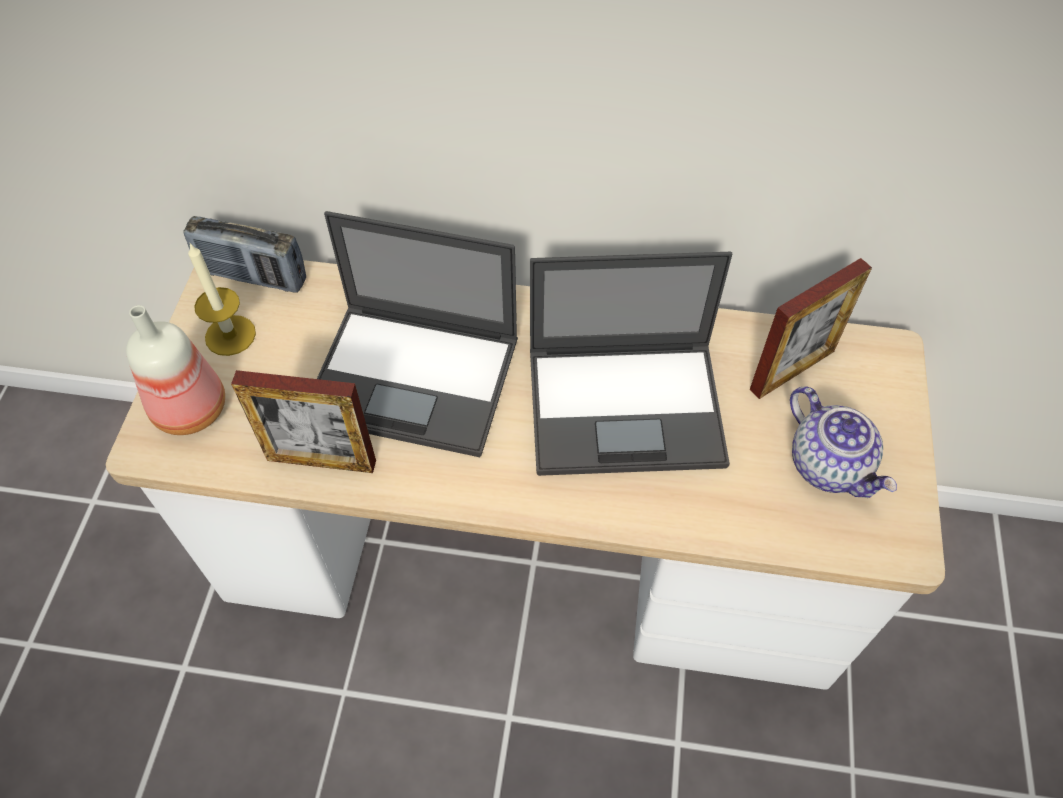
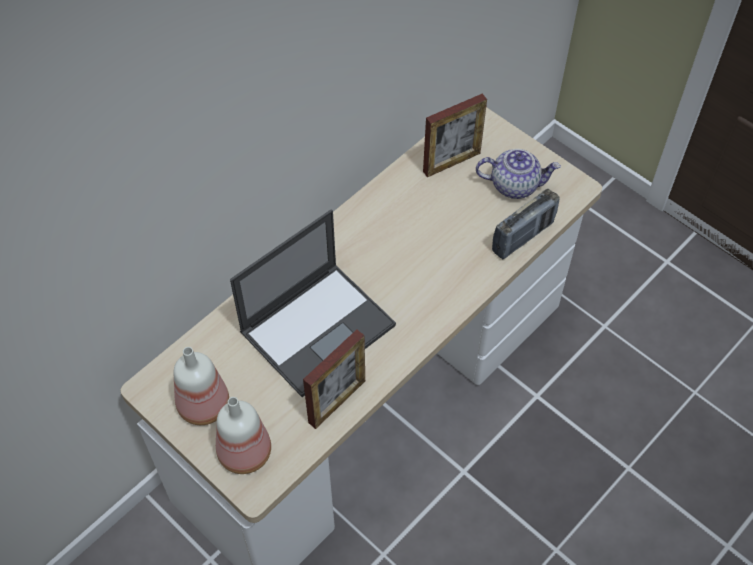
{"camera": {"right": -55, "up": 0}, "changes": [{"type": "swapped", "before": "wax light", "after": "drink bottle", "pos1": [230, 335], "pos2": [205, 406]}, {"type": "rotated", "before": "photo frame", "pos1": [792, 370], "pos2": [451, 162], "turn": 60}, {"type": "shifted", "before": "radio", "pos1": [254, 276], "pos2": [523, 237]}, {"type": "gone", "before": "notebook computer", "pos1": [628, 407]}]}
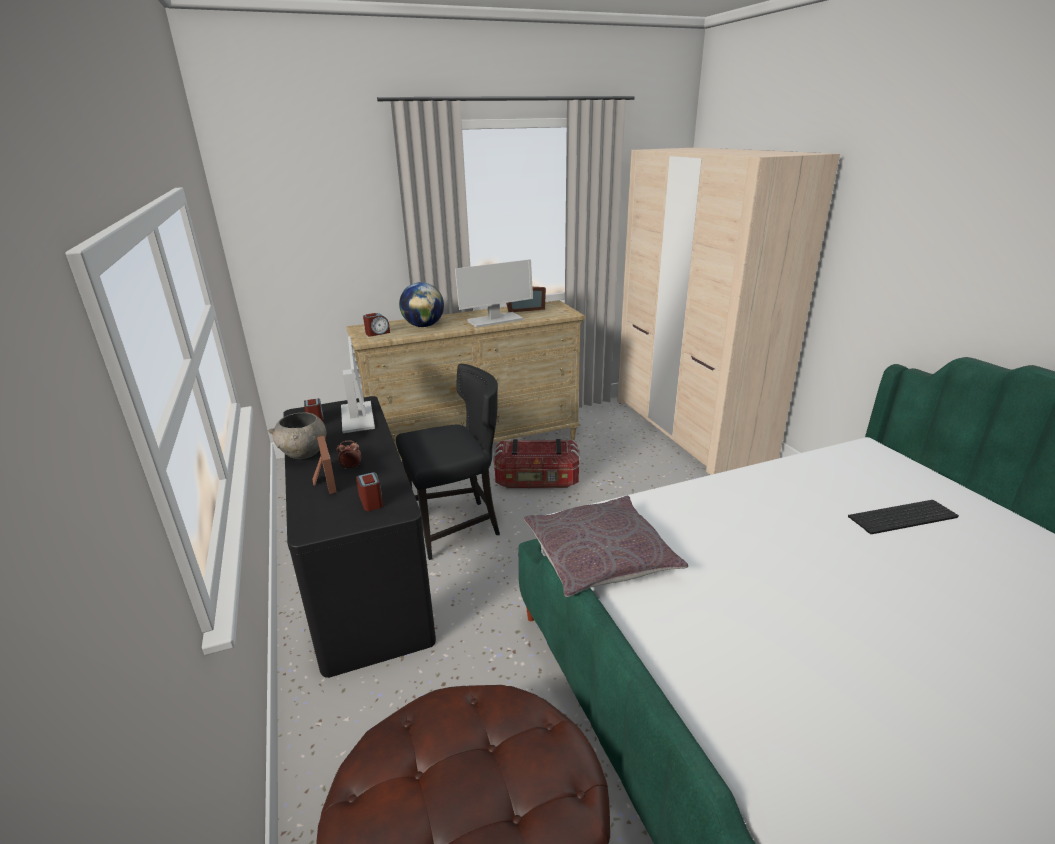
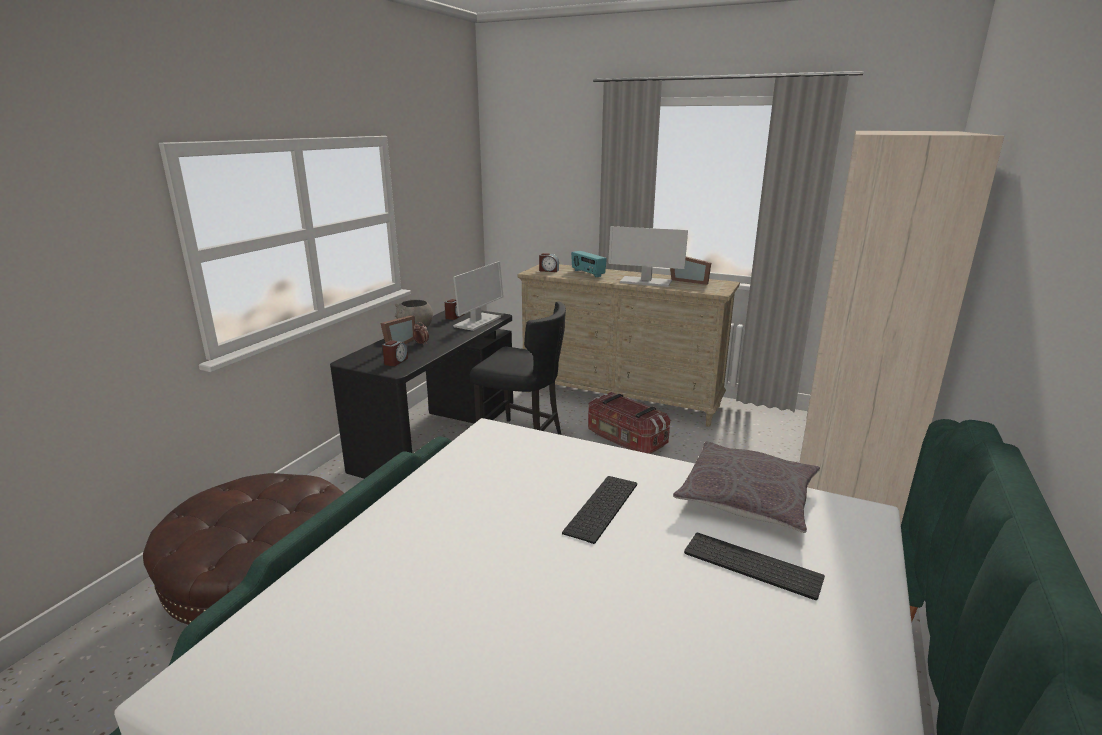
{"camera": {"right": 45, "up": -5}, "changes": [{"type": "new", "after": "PC keyboard", "pos2": [603, 509]}, {"type": "swapped", "before": "world globe", "after": "radio", "pos1": [423, 326], "pos2": [587, 273]}, {"type": "shifted", "before": "cushion (grey)", "pos1": [600, 555], "pos2": [747, 497]}]}
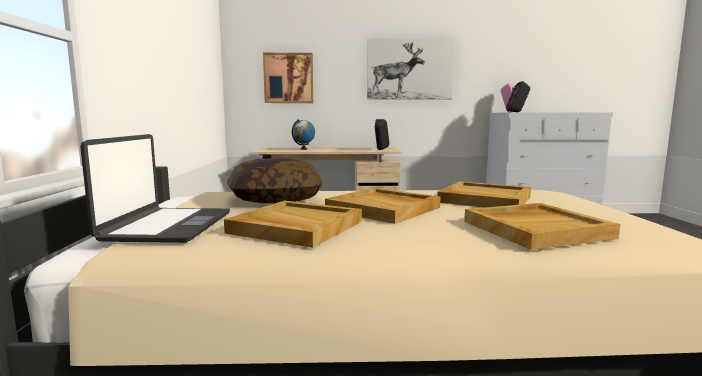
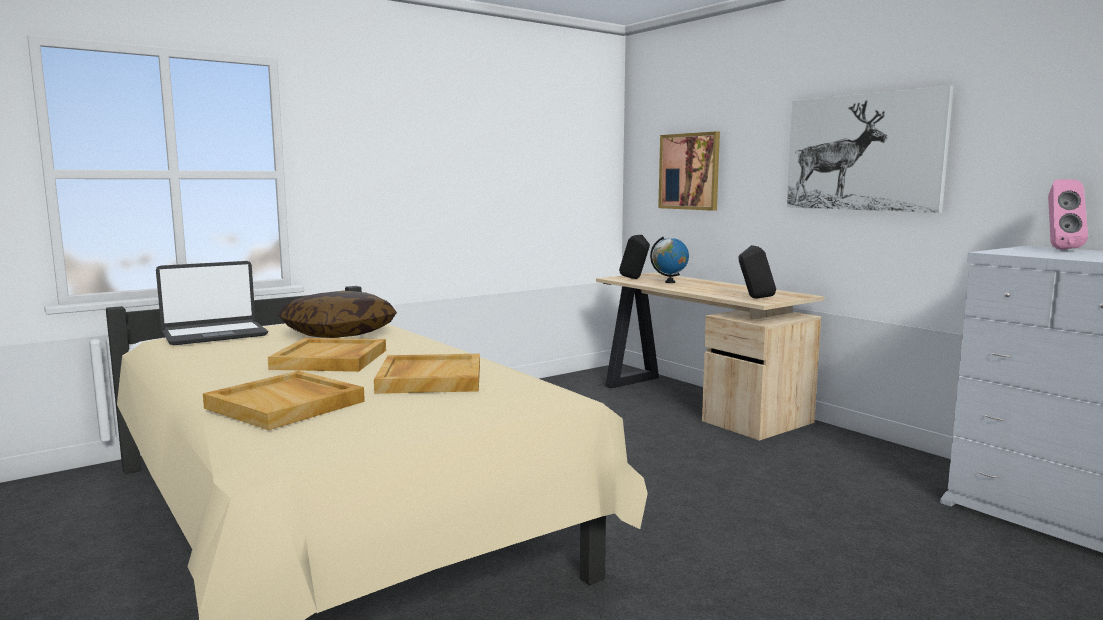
{"camera": {"right": 55, "up": 0}, "changes": [{"type": "shifted", "before": "loudspeaker (black)", "pos1": [517, 112], "pos2": [635, 279]}, {"type": "gone", "before": "tray (sand-coloured)", "pos1": [295, 227]}]}
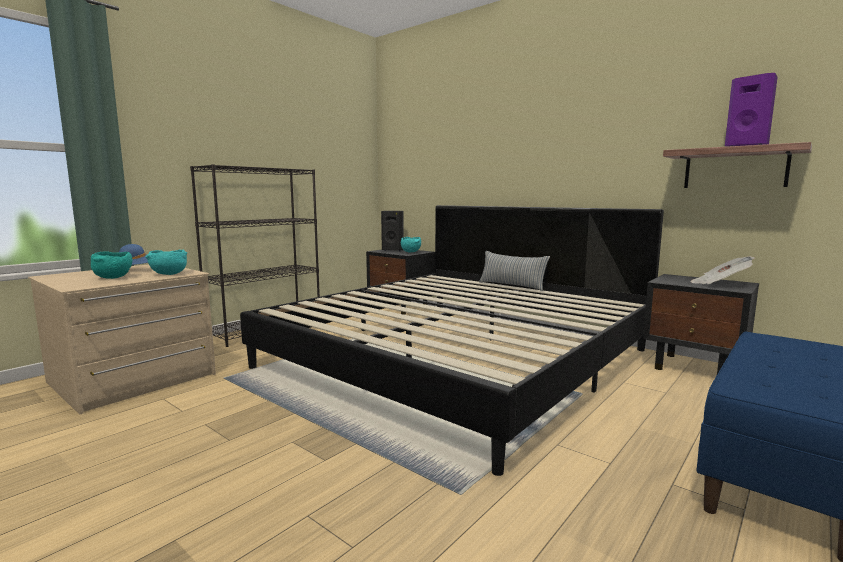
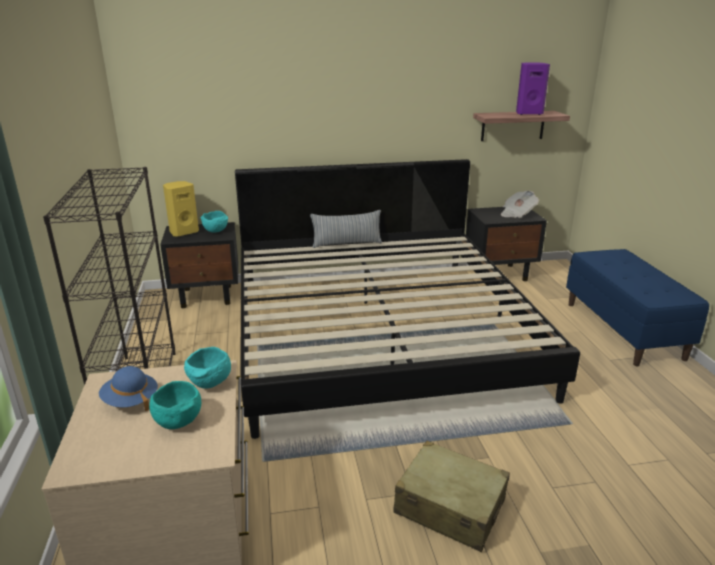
{"camera": {"right": -50, "up": 15}, "changes": [{"type": "repainted", "before": "loudspeaker (black)", "after": "loudspeaker (yellow)", "pos1": [393, 250], "pos2": [183, 232]}, {"type": "new", "after": "piece of luggage (sand-coloured)", "pos2": [449, 507]}]}
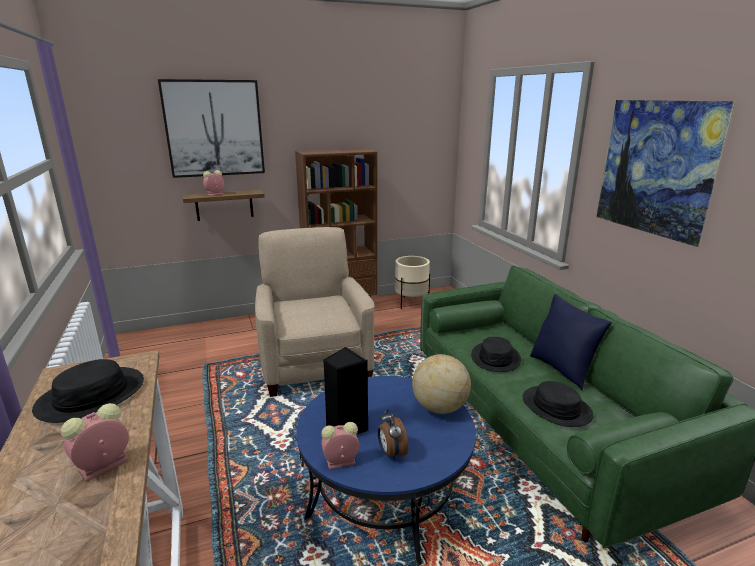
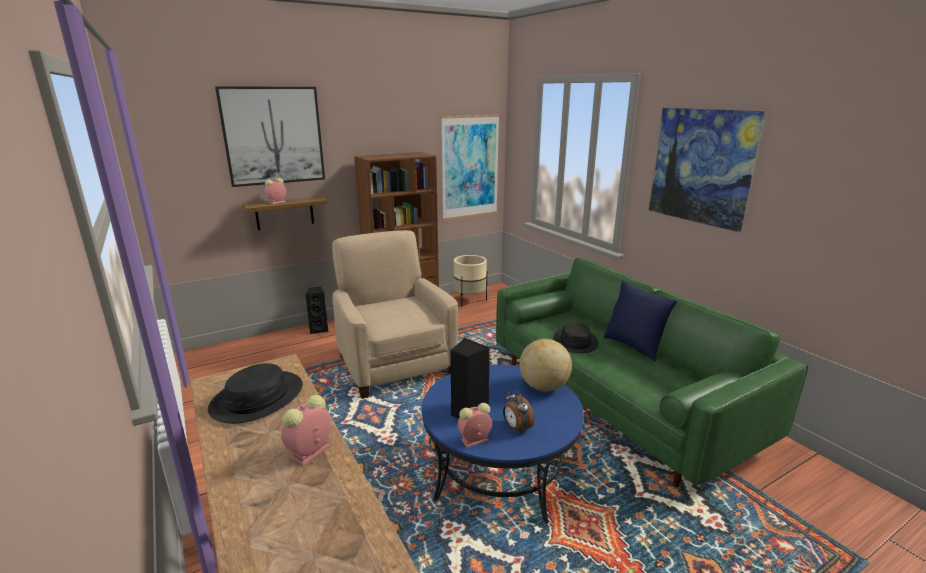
{"camera": {"right": -10, "up": 0}, "changes": [{"type": "new", "after": "loudspeaker (black)", "pos2": [319, 329]}, {"type": "new", "after": "picture", "pos2": [470, 167]}, {"type": "gone", "before": "hat (black)", "pos1": [556, 407]}]}
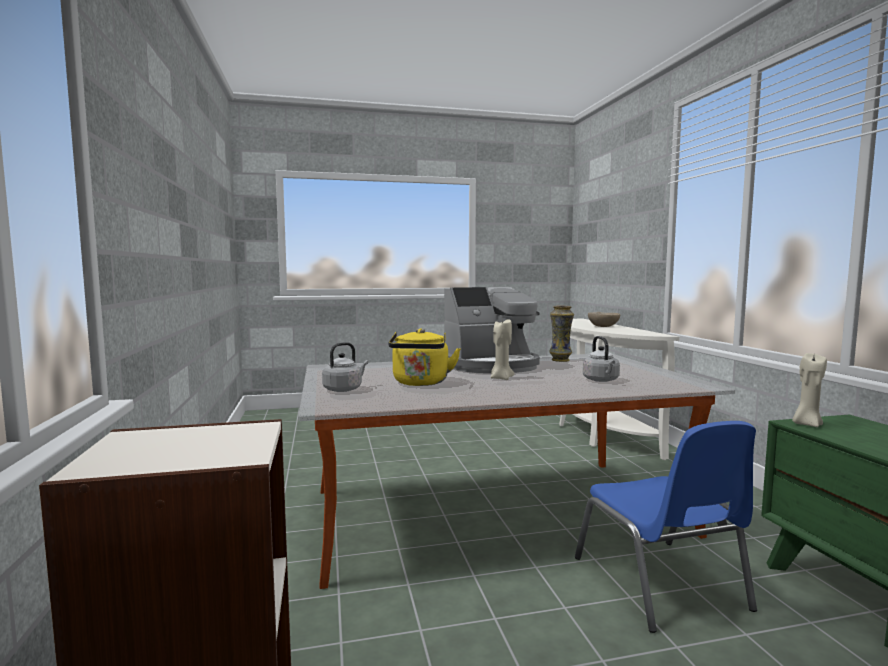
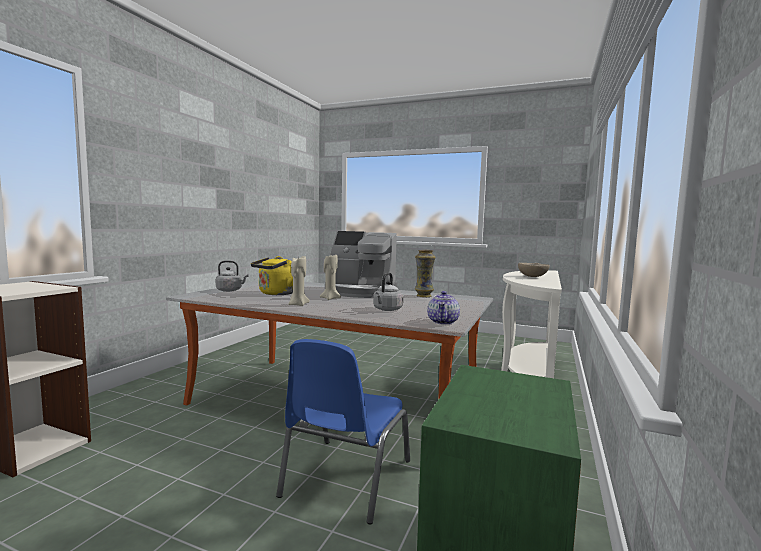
{"camera": {"right": 35, "up": 0}, "changes": [{"type": "shifted", "before": "wax light (sand-coloured)", "pos1": [806, 424], "pos2": [298, 305]}, {"type": "new", "after": "tea pot", "pos2": [443, 322]}]}
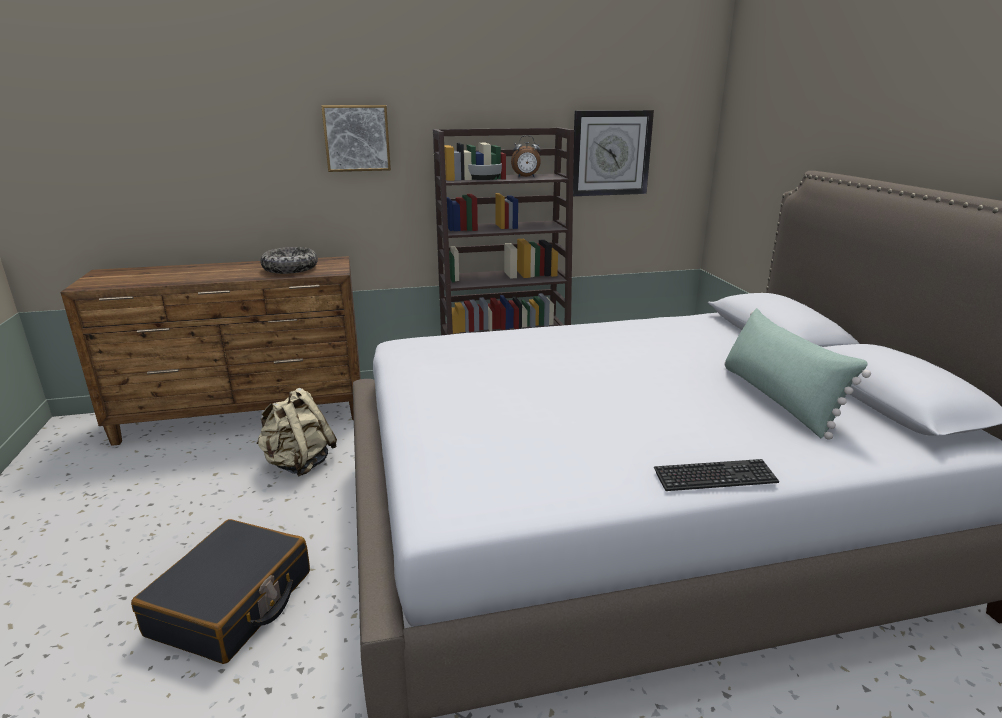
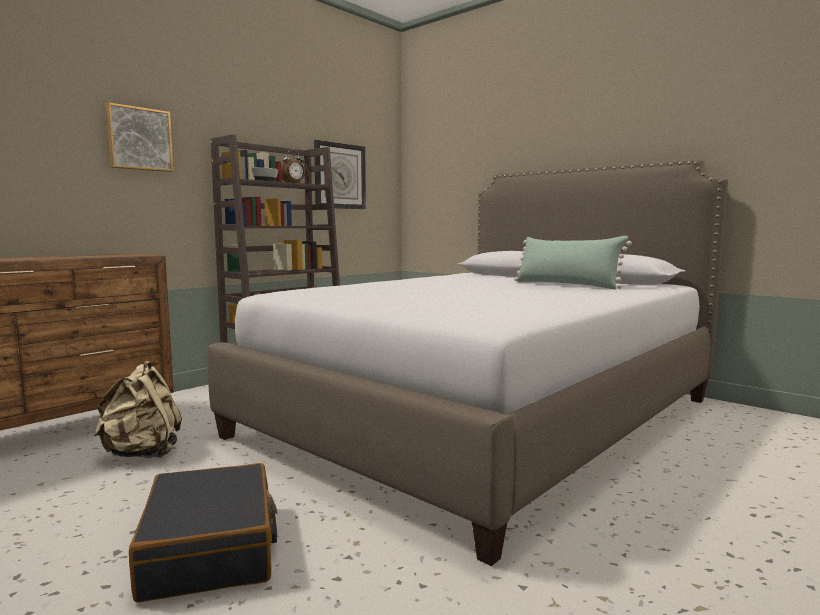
{"camera": {"right": -35, "up": -15}, "changes": [{"type": "gone", "before": "deep dish", "pos1": [290, 269]}, {"type": "gone", "before": "PC keyboard", "pos1": [714, 477]}]}
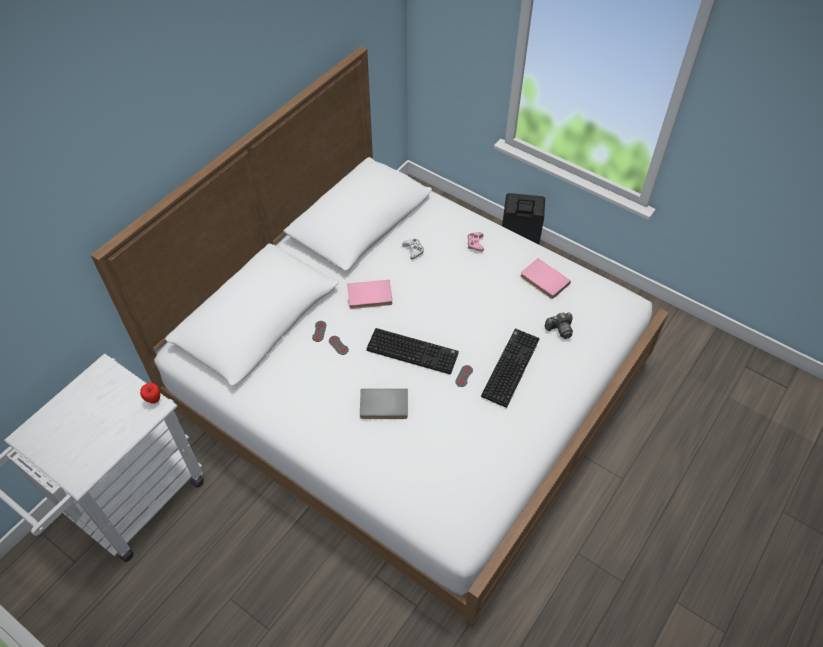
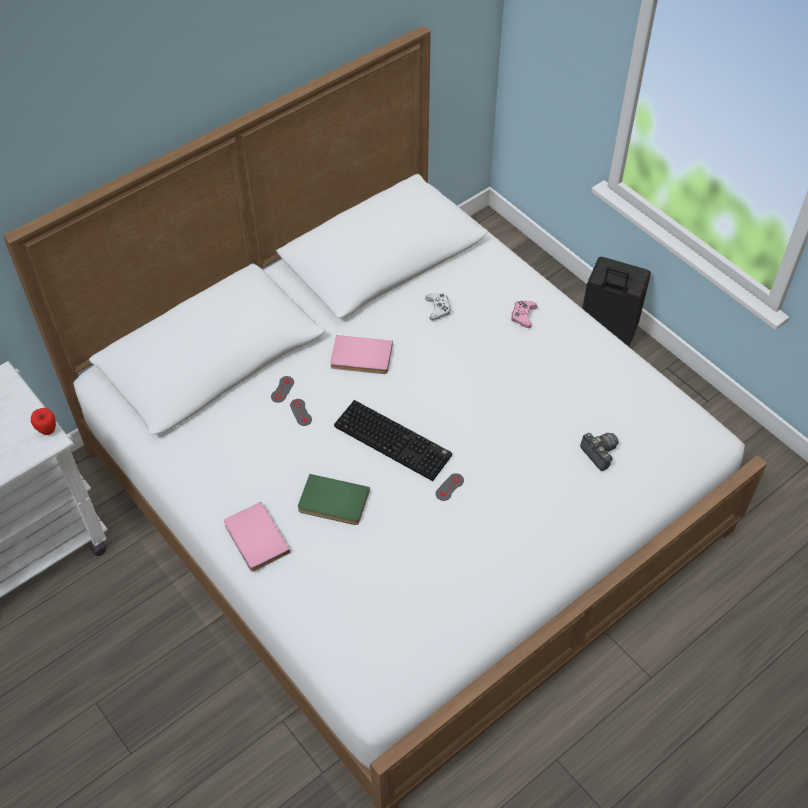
{"camera": {"right": 15, "up": 0}, "changes": [{"type": "shifted", "before": "bound book (pink-coloured)", "pos1": [543, 280], "pos2": [254, 539]}, {"type": "repainted", "before": "bound book (grey)", "after": "bound book (green-coloured)", "pos1": [384, 406], "pos2": [333, 503]}, {"type": "rotated", "before": "photo camera", "pos1": [560, 329], "pos2": [599, 453], "turn": -120}, {"type": "gone", "before": "PC keyboard", "pos1": [509, 366]}]}
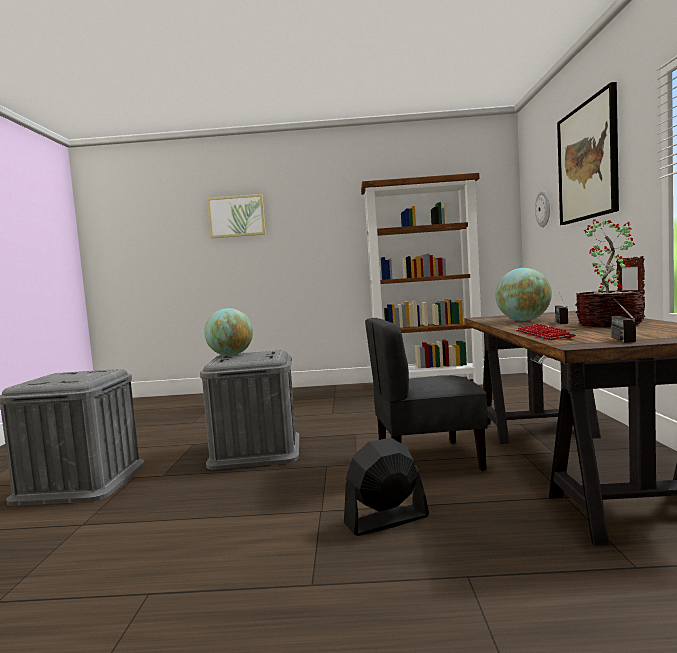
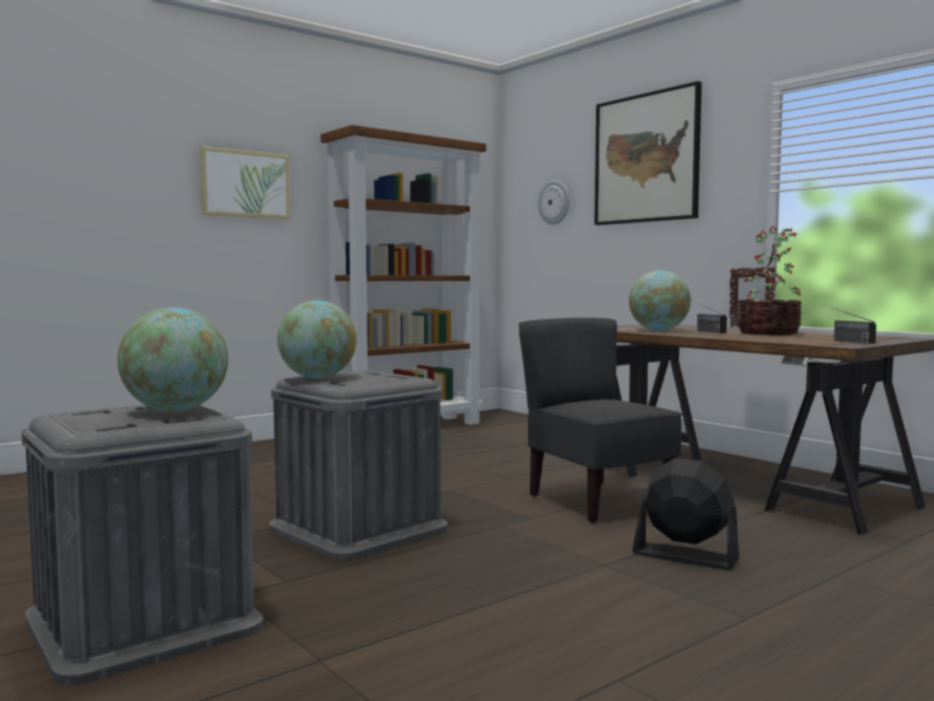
{"camera": {"right": -40, "up": 0}, "changes": [{"type": "new", "after": "world globe", "pos2": [175, 410]}, {"type": "shifted", "before": "picture", "pos1": [236, 216], "pos2": [245, 184]}, {"type": "rotated", "before": "chair (grey)", "pos1": [428, 460], "pos2": [598, 501], "turn": 105}, {"type": "rotated", "before": "fan (black)", "pos1": [386, 520], "pos2": [684, 556], "turn": 90}, {"type": "gone", "before": "PC keyboard", "pos1": [543, 334]}]}
